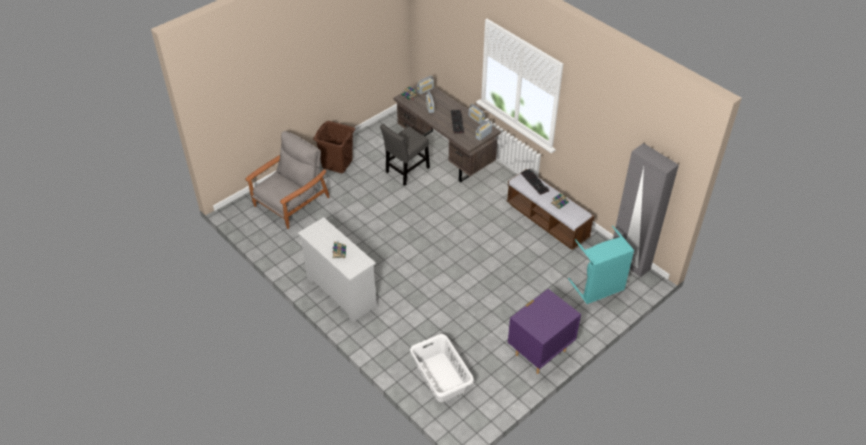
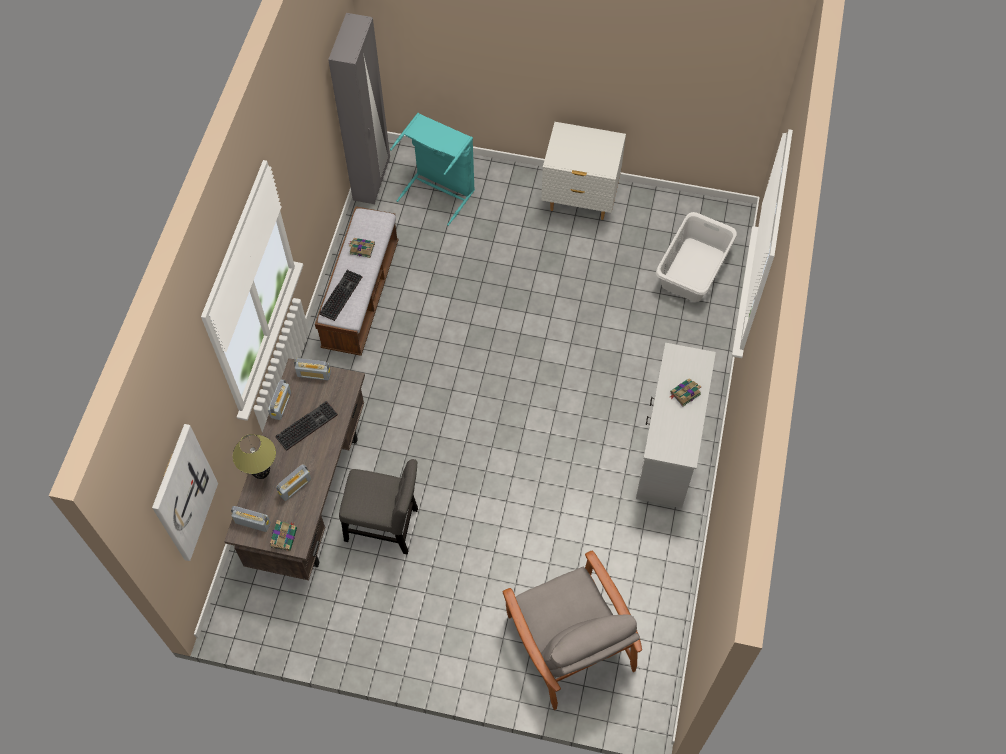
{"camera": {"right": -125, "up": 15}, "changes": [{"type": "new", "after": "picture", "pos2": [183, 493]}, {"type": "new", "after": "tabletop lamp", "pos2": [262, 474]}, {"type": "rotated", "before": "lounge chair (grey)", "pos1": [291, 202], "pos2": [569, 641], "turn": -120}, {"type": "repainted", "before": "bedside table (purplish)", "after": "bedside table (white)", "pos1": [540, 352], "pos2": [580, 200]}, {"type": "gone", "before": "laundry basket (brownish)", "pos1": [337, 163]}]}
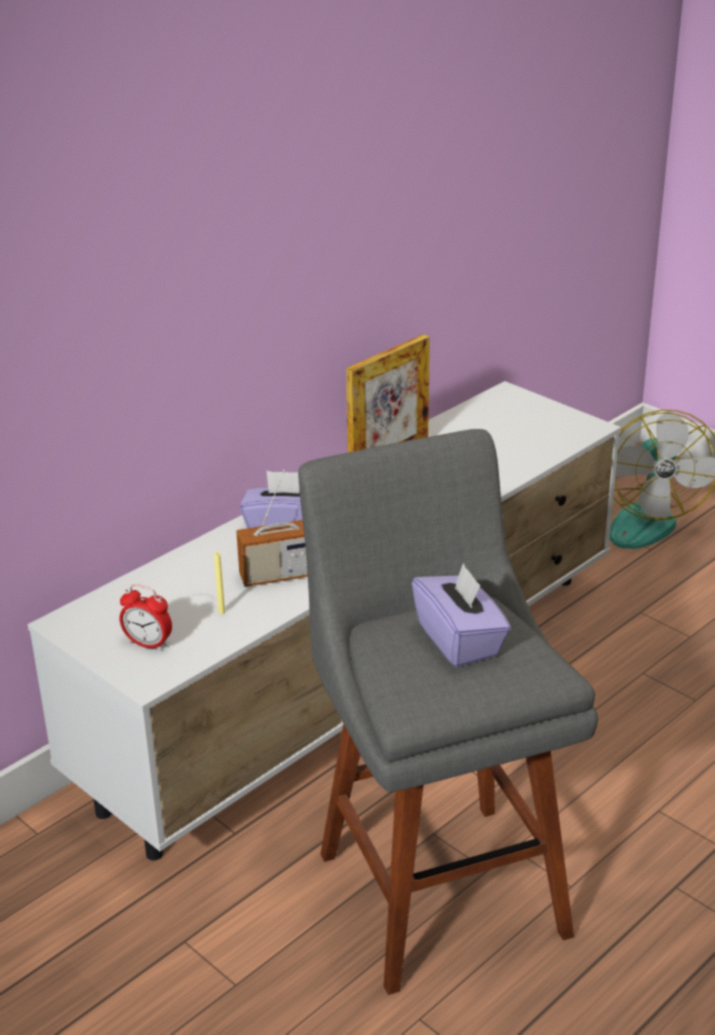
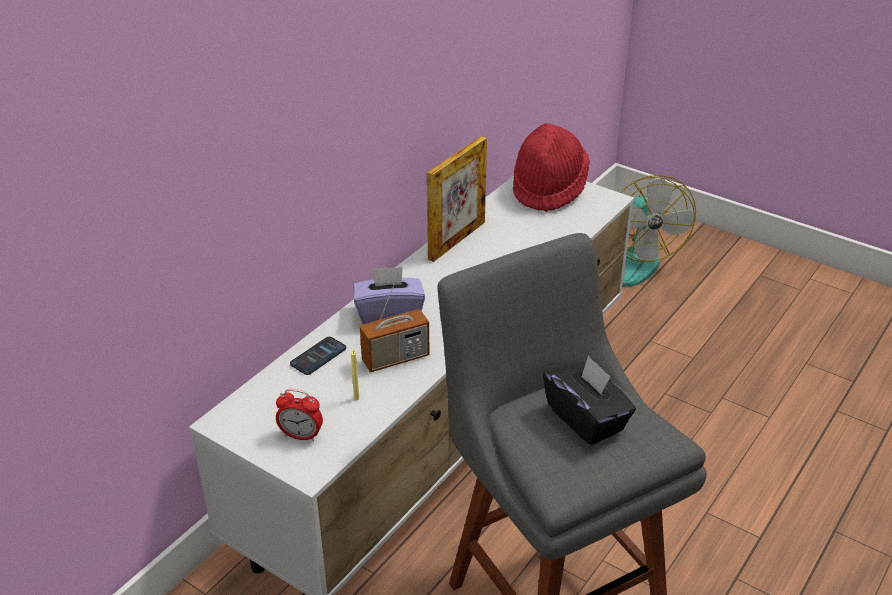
{"camera": {"right": -10, "up": 5}, "changes": [{"type": "new", "after": "telephone", "pos2": [318, 356]}, {"type": "new", "after": "hat (reddish)", "pos2": [548, 188]}, {"type": "repainted", "before": "tissue holder (purplish)", "after": "tissue holder (black)", "pos1": [460, 640], "pos2": [586, 419]}]}
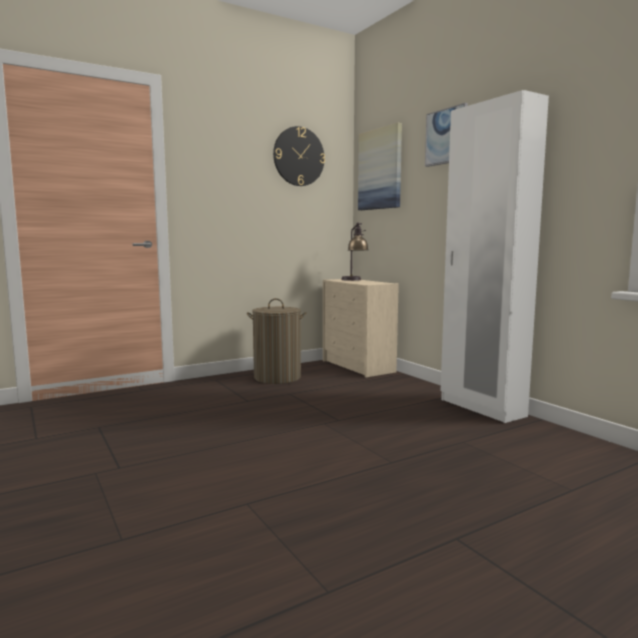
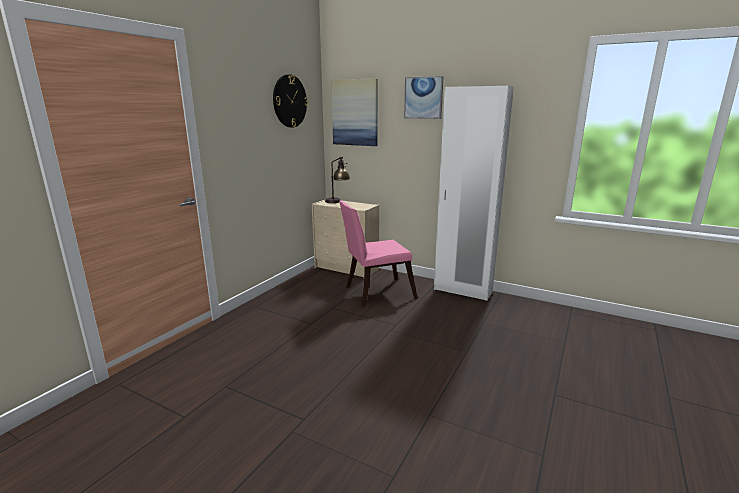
{"camera": {"right": -30, "up": 10}, "changes": [{"type": "new", "after": "chair (pink-coloured)", "pos2": [375, 292]}, {"type": "gone", "before": "laundry basket", "pos1": [277, 377]}]}
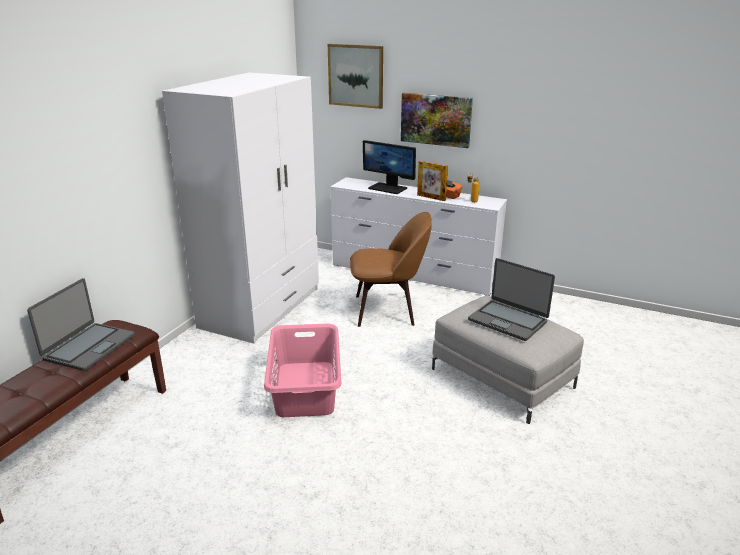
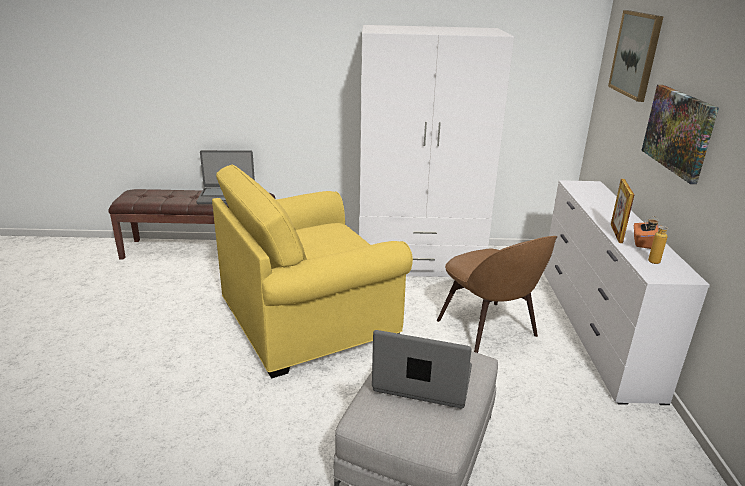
{"camera": {"right": 65, "up": 0}, "changes": [{"type": "swapped", "before": "laundry basket (pink-coloured)", "after": "lounge chair (yellow)", "pos1": [304, 389], "pos2": [308, 320]}, {"type": "rotated", "before": "notebook computer", "pos1": [508, 320], "pos2": [422, 380], "turn": 90}, {"type": "gone", "before": "computer display", "pos1": [388, 188]}]}
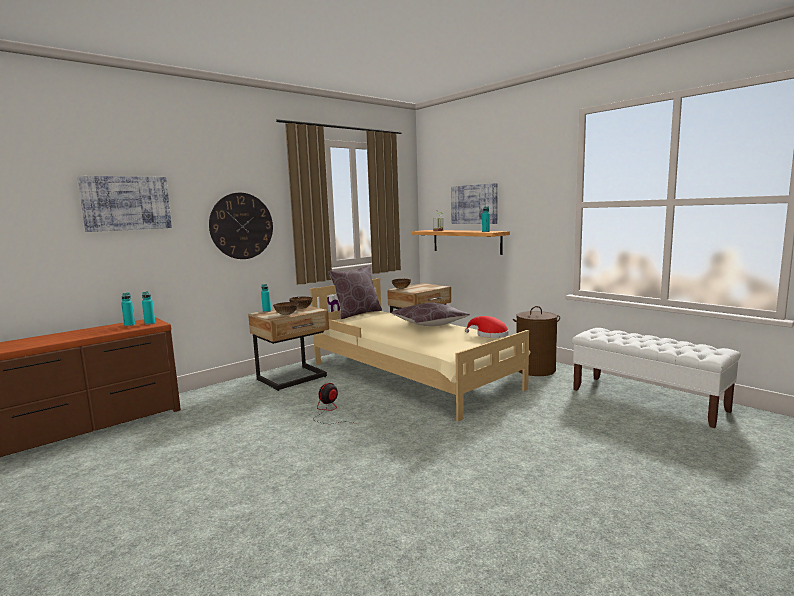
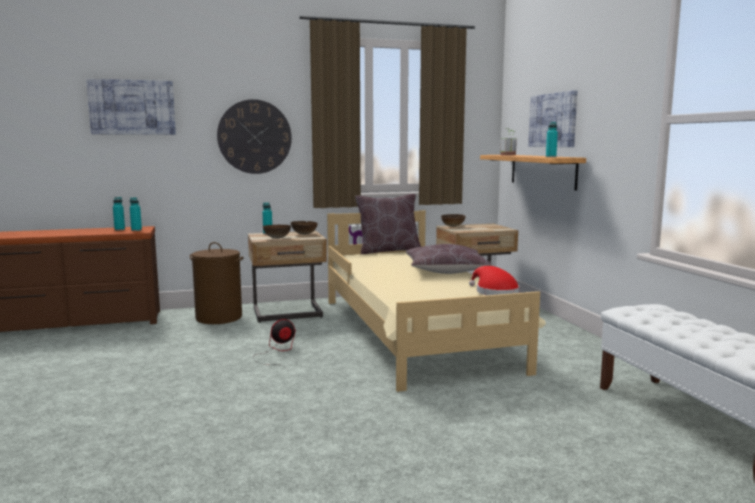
{"camera": {"right": 25, "up": 0}, "changes": [{"type": "shifted", "before": "laundry basket (brownish)", "pos1": [536, 370], "pos2": [219, 317]}]}
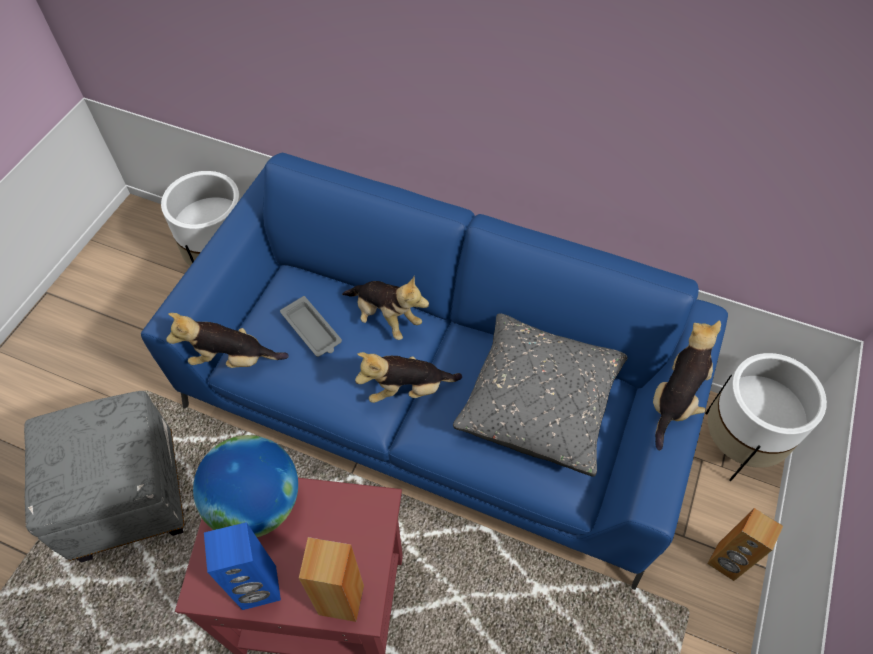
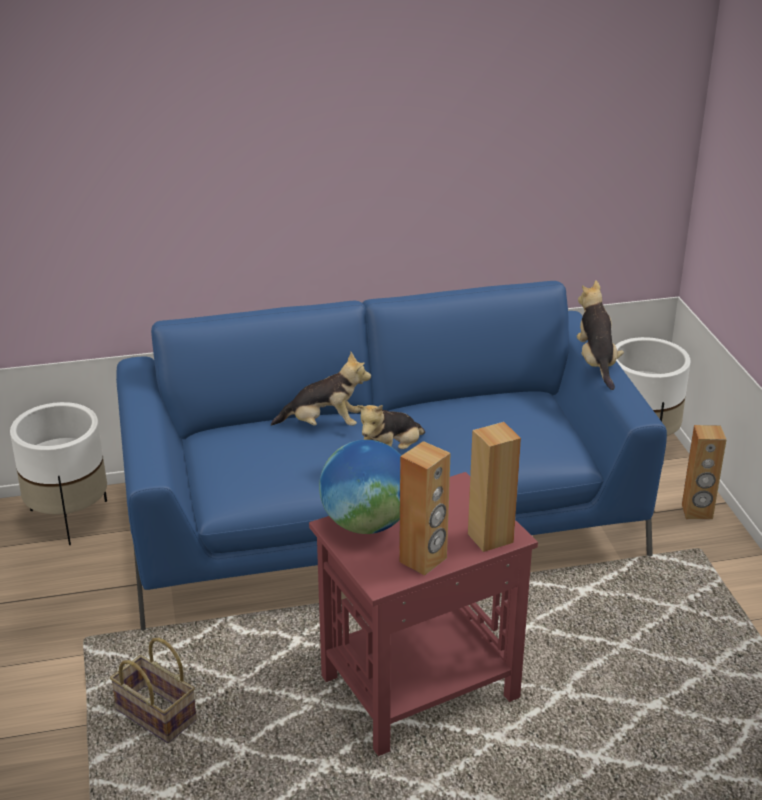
{"camera": {"right": -35, "up": -25}, "changes": [{"type": "swapped", "before": "ottoman (grey)", "after": "storage basket", "pos1": [127, 497], "pos2": [153, 715]}, {"type": "repainted", "before": "loudspeaker (blue)", "after": "loudspeaker (brownish)", "pos1": [259, 588], "pos2": [423, 560]}, {"type": "gone", "before": "soft toy", "pos1": [233, 359]}, {"type": "gone", "before": "tray (grey)", "pos1": [312, 330]}, {"type": "gone", "before": "cushion (grey)", "pos1": [539, 403]}]}
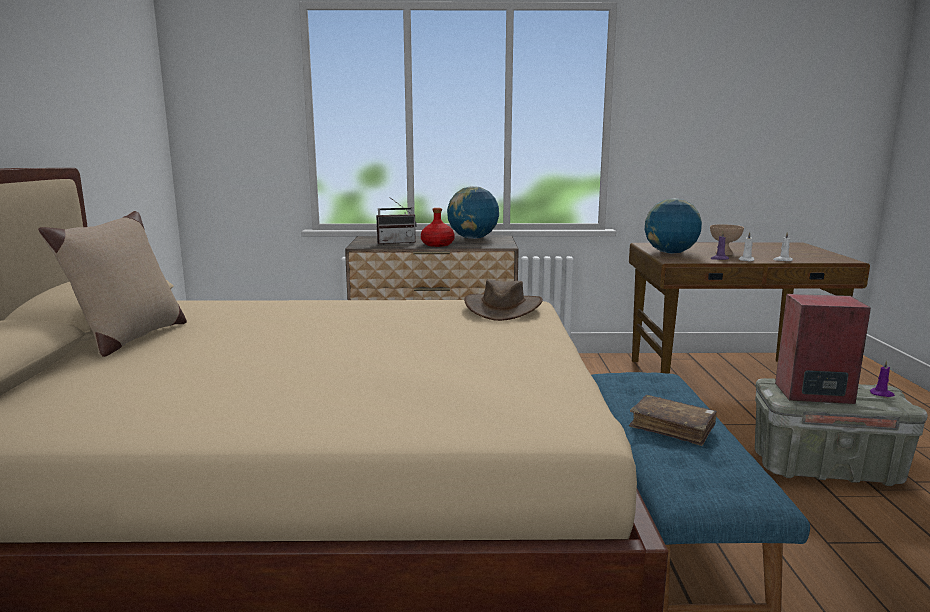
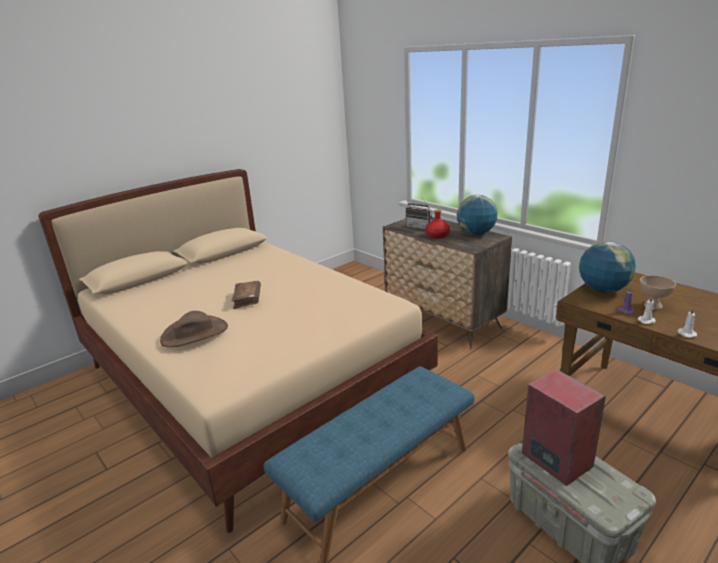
{"camera": {"right": 50, "up": 10}, "changes": [{"type": "shifted", "before": "hat (brownish)", "pos1": [502, 308], "pos2": [195, 333]}, {"type": "shifted", "before": "bound book (brownish)", "pos1": [672, 428], "pos2": [247, 299]}, {"type": "gone", "before": "cushion (sand-coloured)", "pos1": [129, 338]}, {"type": "gone", "before": "wax light (purplish)", "pos1": [882, 394]}]}
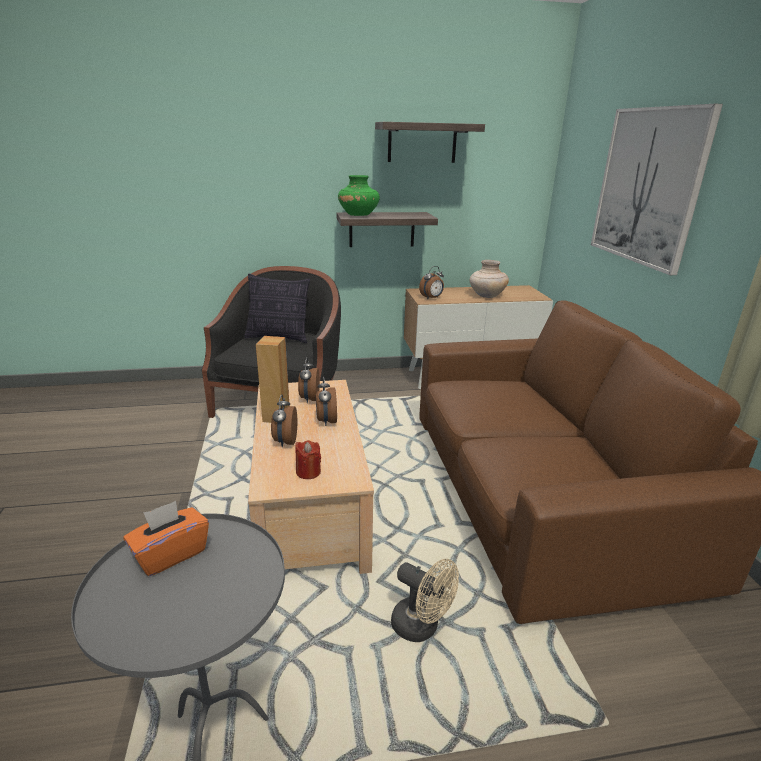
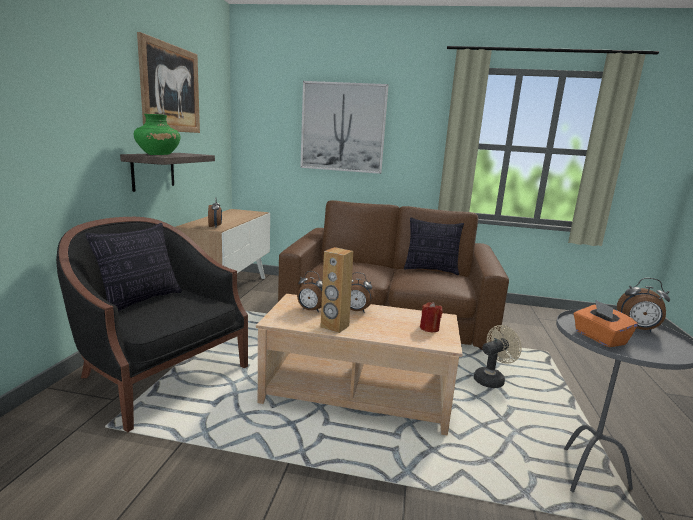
{"camera": {"right": -70, "up": -10}, "changes": [{"type": "swapped", "before": "shelf", "after": "picture", "pos1": [422, 143], "pos2": [171, 89]}, {"type": "new", "after": "cushion", "pos2": [431, 270]}, {"type": "shifted", "before": "alarm clock", "pos1": [285, 441], "pos2": [637, 329]}, {"type": "gone", "before": "vase (sand-coloured)", "pos1": [486, 296]}]}
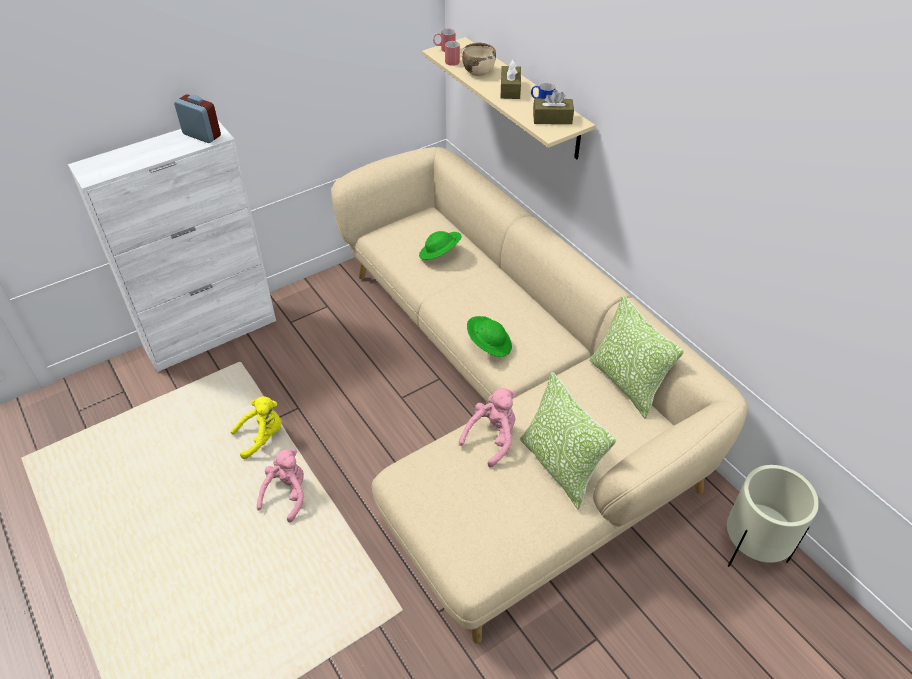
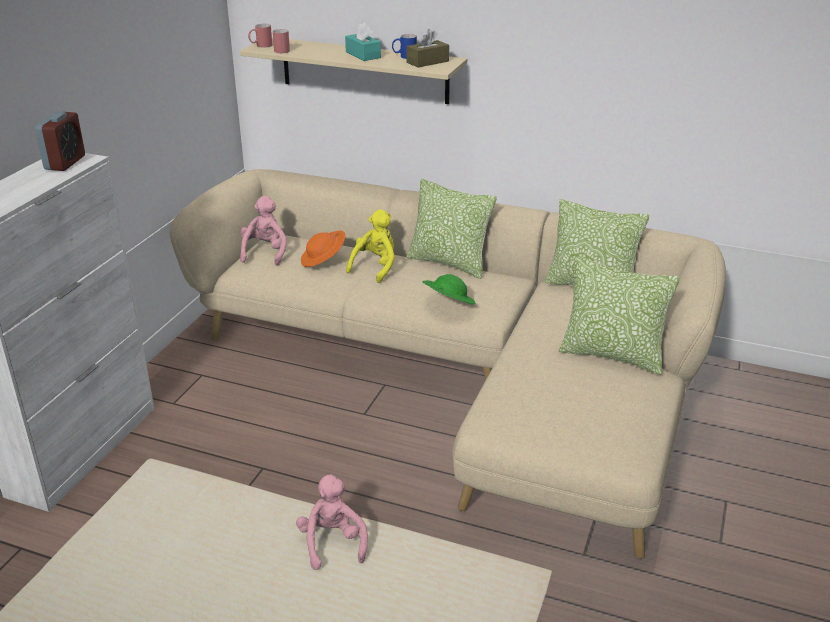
{"camera": {"right": -35, "up": -15}, "changes": [{"type": "rotated", "before": "alarm clock", "pos1": [202, 135], "pos2": [65, 162], "turn": 105}, {"type": "shifted", "before": "soft toy (pink-coloured)", "pos1": [492, 438], "pos2": [265, 253]}, {"type": "repainted", "before": "hat (green-coloured)", "after": "hat (orange)", "pos1": [440, 254], "pos2": [323, 260]}, {"type": "repainted", "before": "tissue holder (brownish)", "after": "tissue holder (turquoise-coloured)", "pos1": [510, 89], "pos2": [363, 55]}, {"type": "shifted", "before": "soft toy (yellow)", "pos1": [262, 436], "pos2": [375, 267]}, {"type": "new", "after": "cushion", "pos2": [449, 263]}, {"type": "gone", "before": "deep dish (sand-coloured)", "pos1": [478, 71]}, {"type": "gone", "before": "flower pot (sand-coloured)", "pos1": [752, 548]}]}
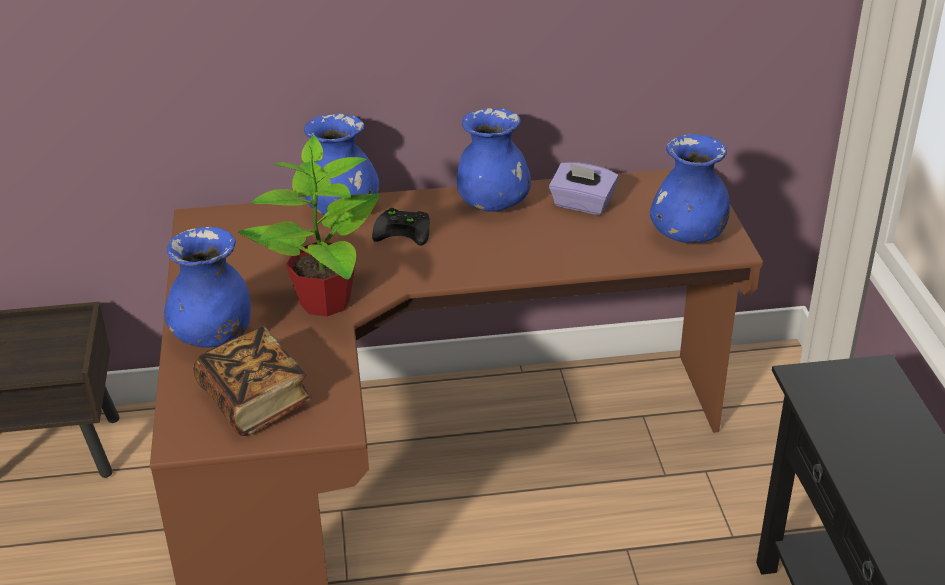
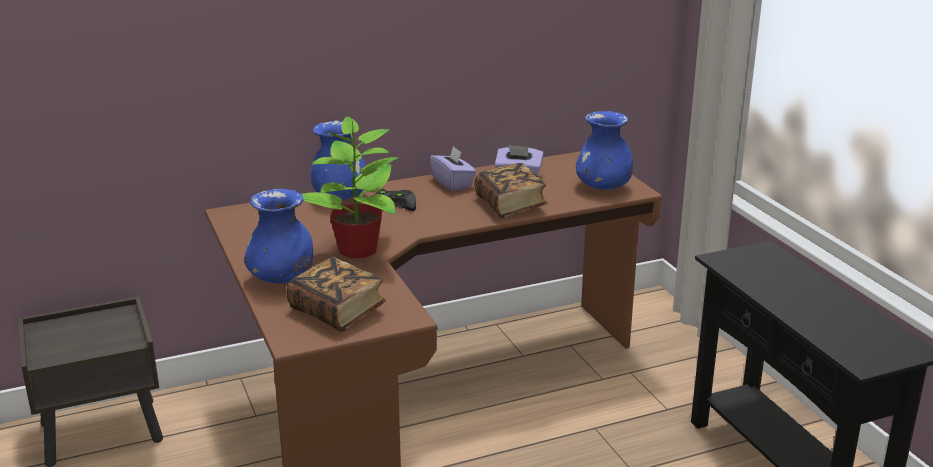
{"camera": {"right": -15, "up": -10}, "changes": [{"type": "swapped", "before": "vase (blue)", "after": "tissue holder (purplish)", "pos1": [493, 204], "pos2": [453, 183]}, {"type": "new", "after": "bound book", "pos2": [510, 205]}]}
